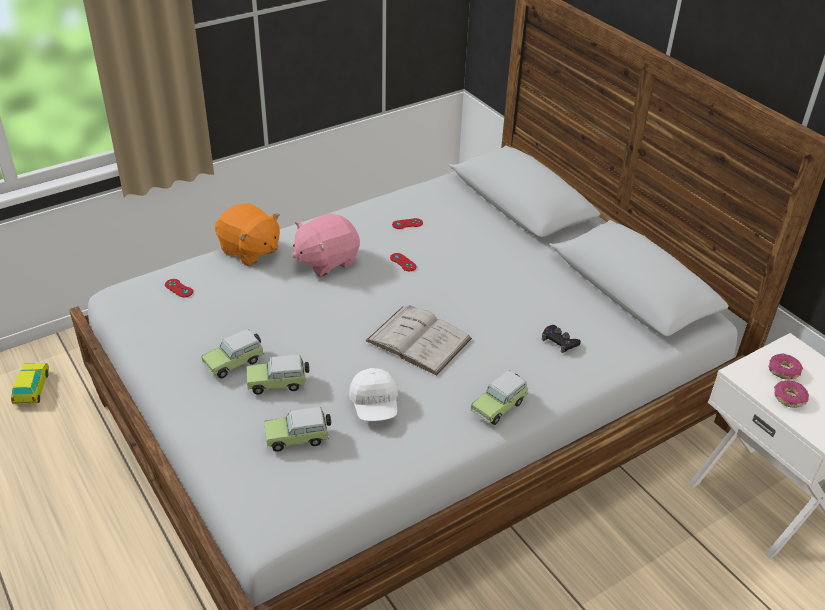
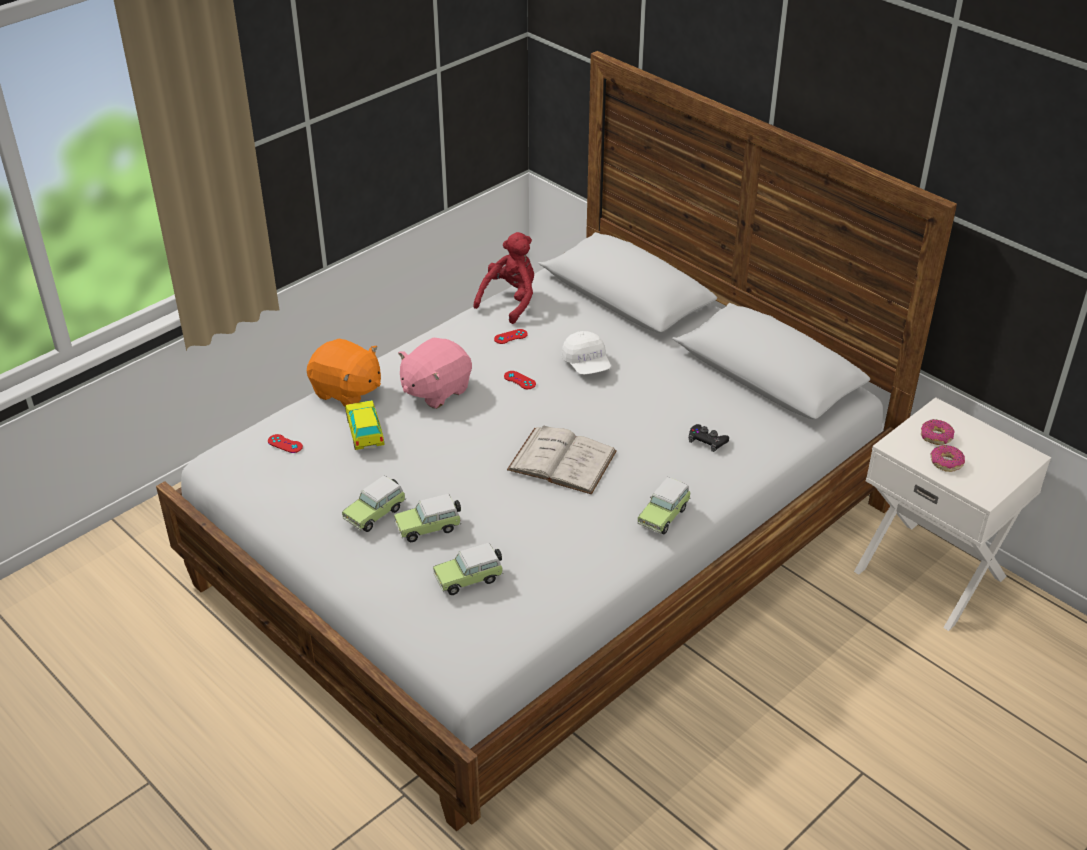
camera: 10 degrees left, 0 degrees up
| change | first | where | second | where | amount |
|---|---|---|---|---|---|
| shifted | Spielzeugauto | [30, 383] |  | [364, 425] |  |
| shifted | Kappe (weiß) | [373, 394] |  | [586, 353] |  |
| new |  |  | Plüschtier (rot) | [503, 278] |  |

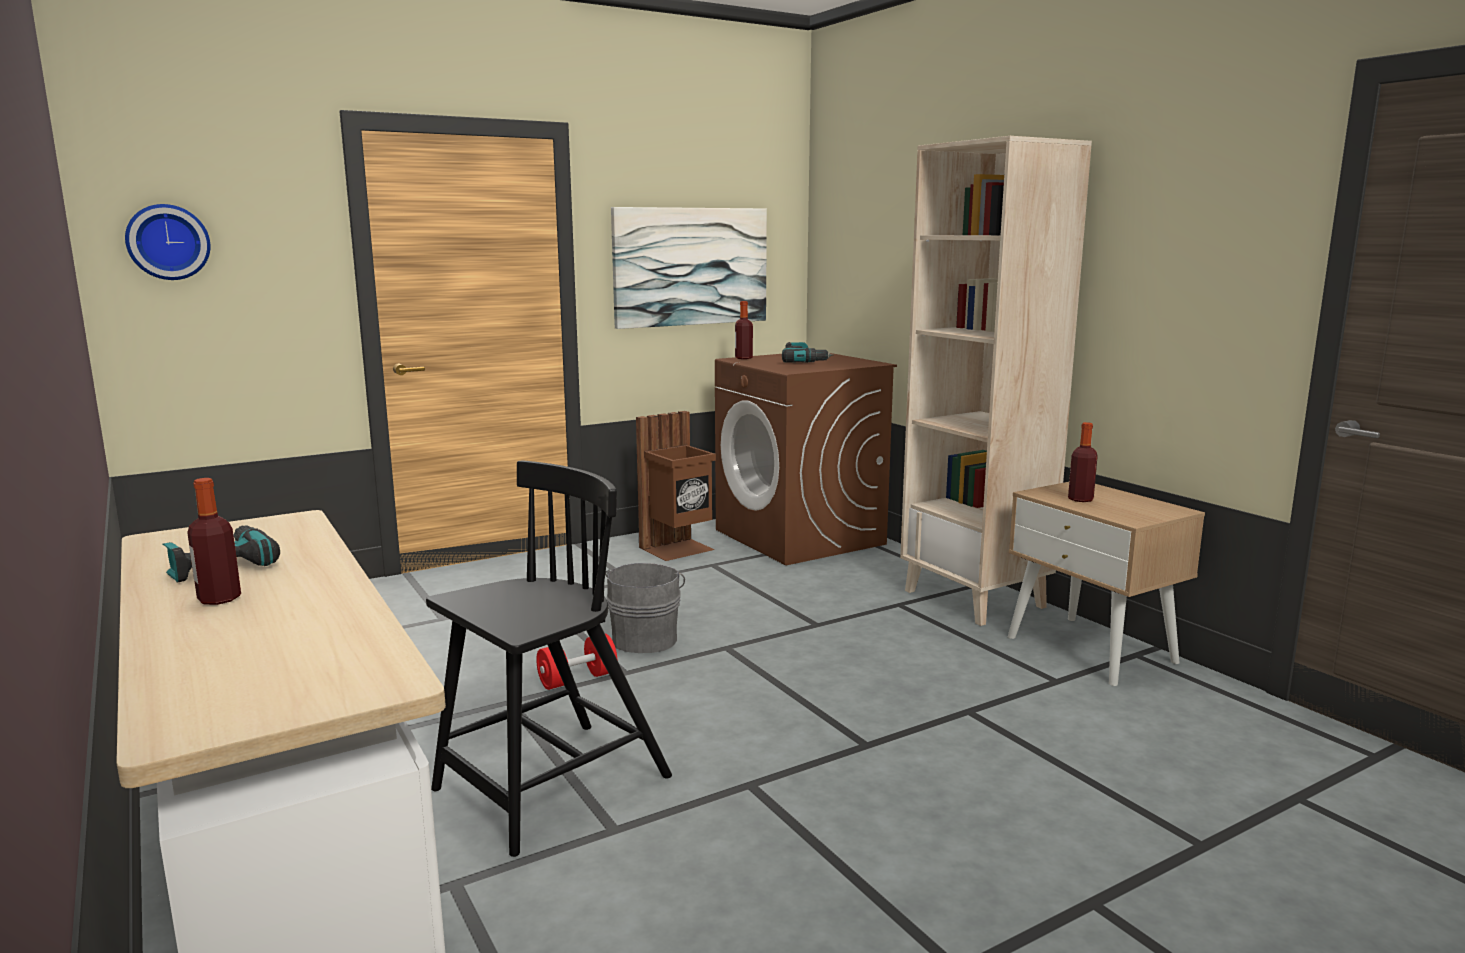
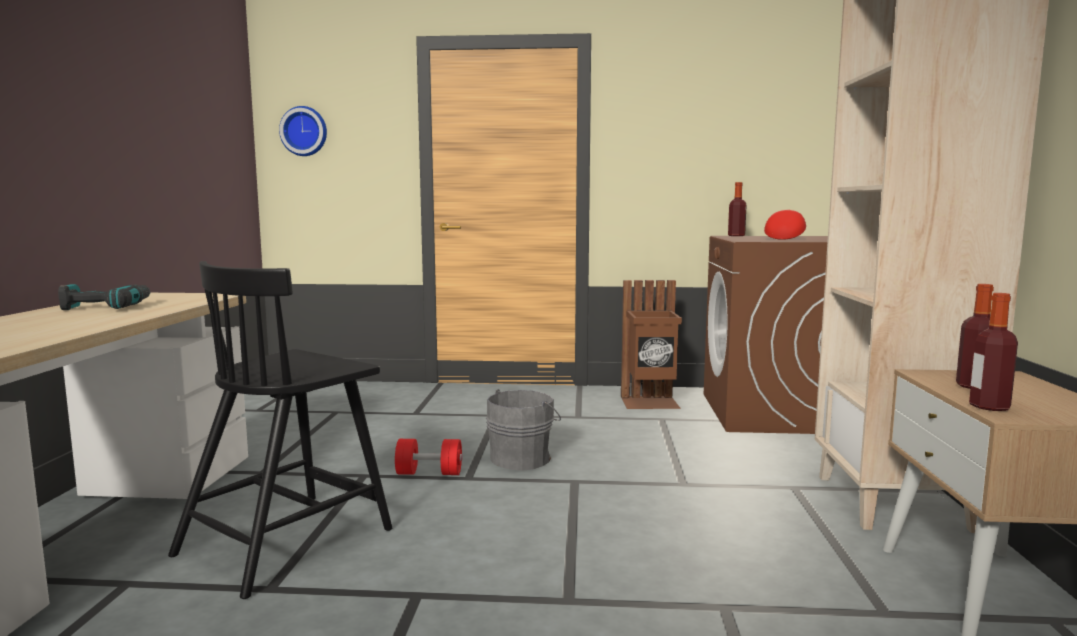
camera: 35 degrees right, 5 degrees down
| change | first | where | second | where | amount |
|---|---|---|---|---|---|
| shifted | Flasche | [214, 541] |  | [993, 352] |  |
| rotated | Stuhl (schwarz) | [549, 658] |  | [280, 430] | 135 degrees clockwise |
| gone | Bild | [689, 268] |  |  |  |
| swapped | Bohrmaschine | [807, 352] | Kappe (rot) | [785, 225] |  |

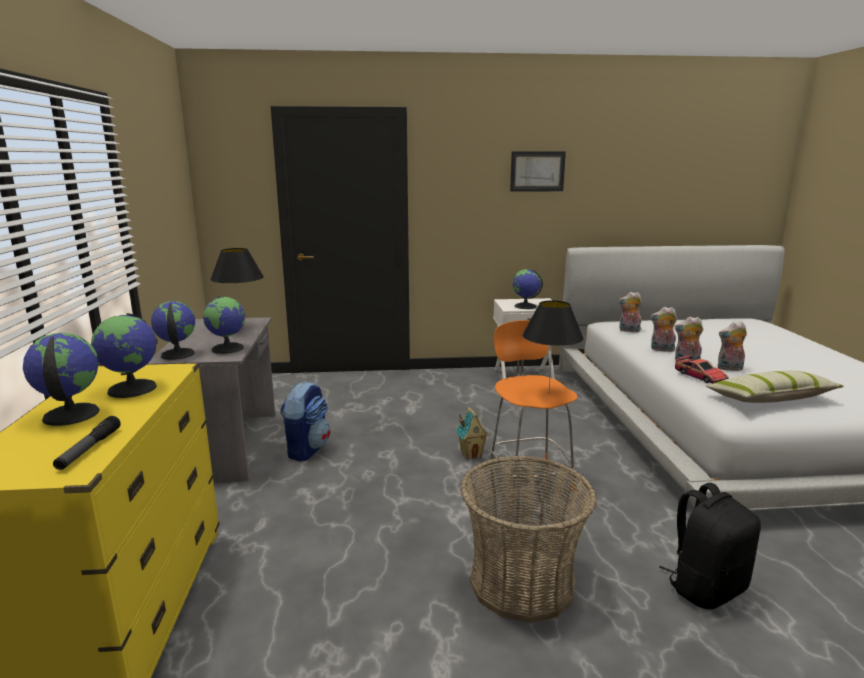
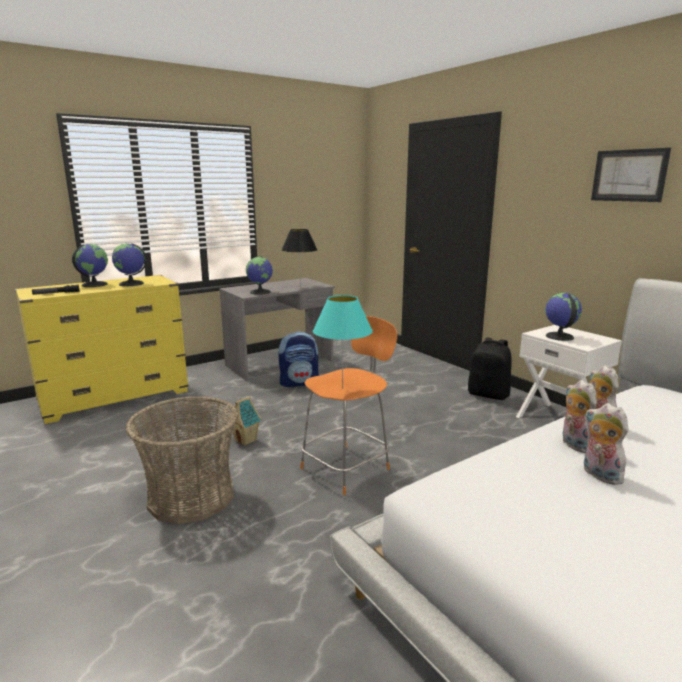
camera: 60 degrees right, 0 degrees up
| change | first | where | second | where | amount |
|---|---|---|---|---|---|
| gone | Globus | [173, 330] |  |  |  |
| shifted | Spielzeughaus | [472, 433] |  | [244, 421] |  |
| repainted | Tischlampe (schwarz) | [553, 347] | Tischlampe (türkis) | [343, 342] |  |
| gone | Plüschtier | [630, 312] |  |  |  |
| shifted | Rucksack (schwarz) | [710, 546] |  | [490, 369] |  |
| gone | Spielzeugauto | [702, 370] |  |  |  |
| gone | Kissen | [775, 387] |  |  |  |

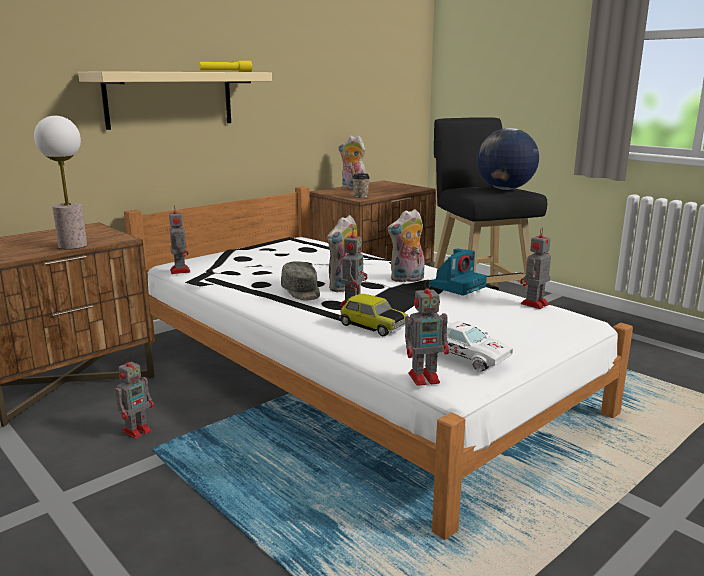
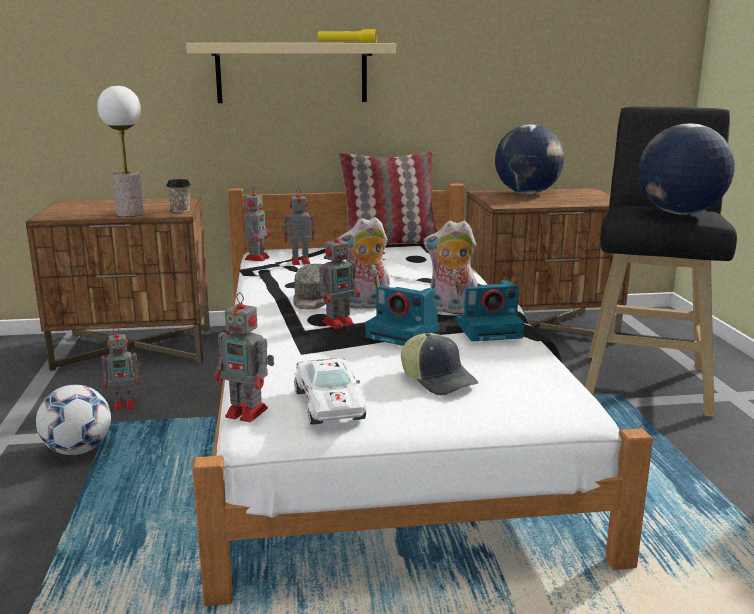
camera: 35 degrees right, 0 degrees up
| change | first | where | second | where | amount |
|---|---|---|---|---|---|
| swapped | Plüschtier | [352, 162] | Globus | [529, 159] |  |
| gone | Spielzeugauto | [373, 315] |  |  |  |
| shifted | Tasse | [361, 185] |  | [178, 195] |  |
| shifted | Spielzeugroboter | [535, 268] |  | [298, 226] |  |
| new |  |  | Fußball | [73, 420] |  |
| new |  |  | Kissen | [388, 197] |  |
| new |  |  | Kamera | [402, 316] |  |
| new |  |  | Kappe | [439, 364] |  |

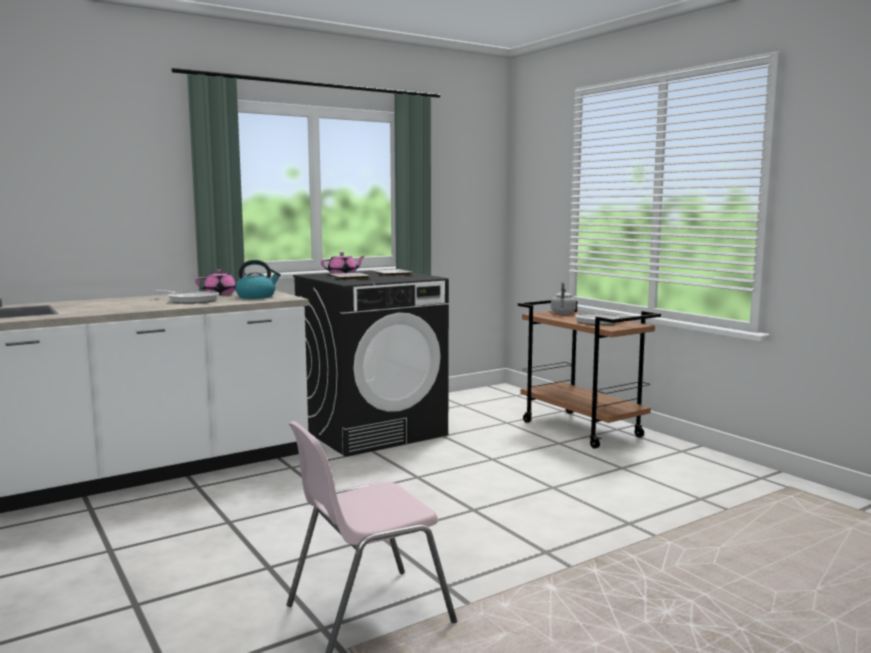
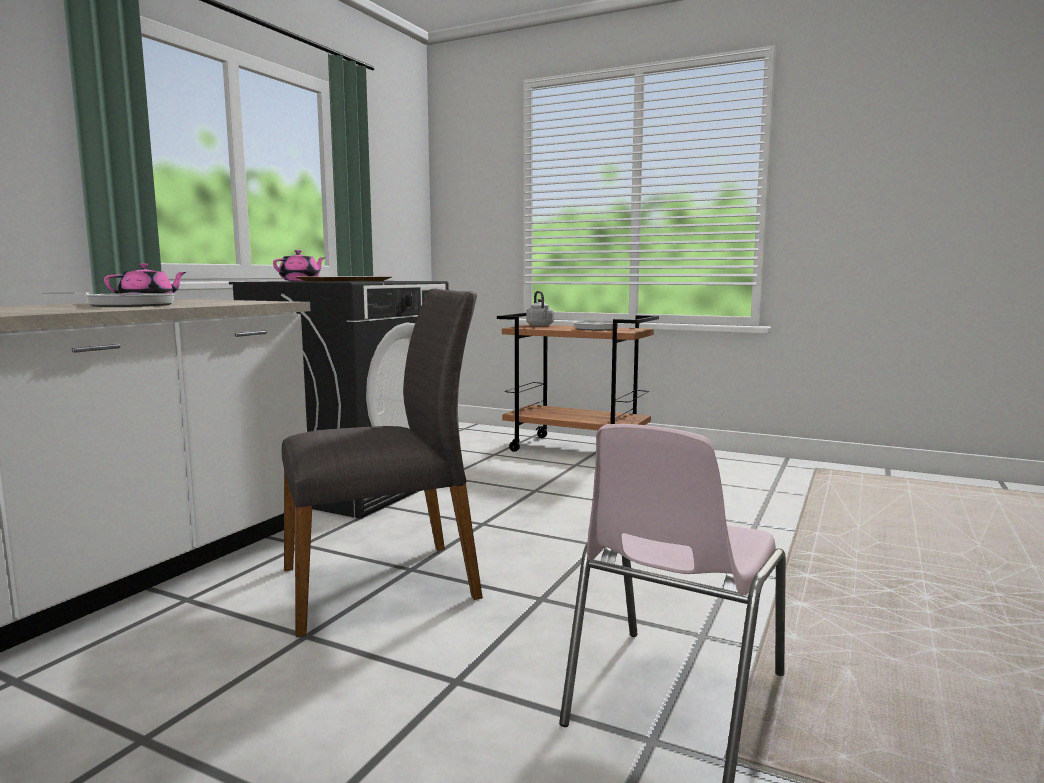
camera: 30 degrees left, 0 degrees up
| change | first | where | second | where | amount |
|---|---|---|---|---|---|
| gone | Wasserkessel | [258, 279] |  |  |  |
| new |  |  | Stuhl (grau) | [382, 463] |  |

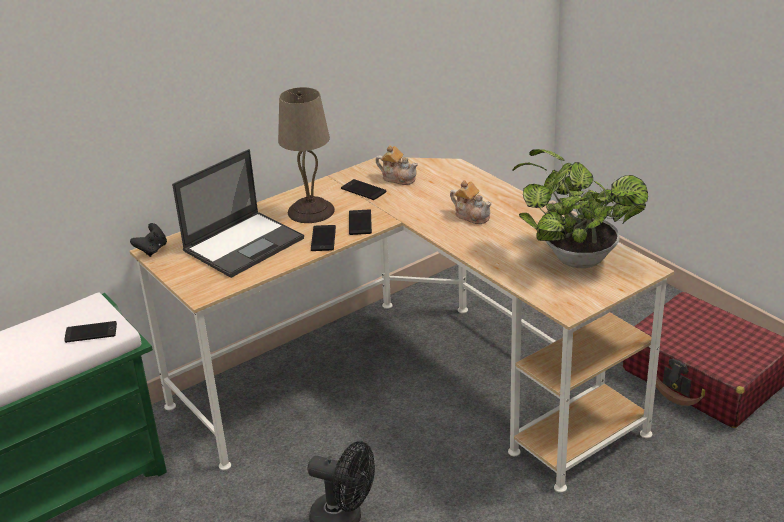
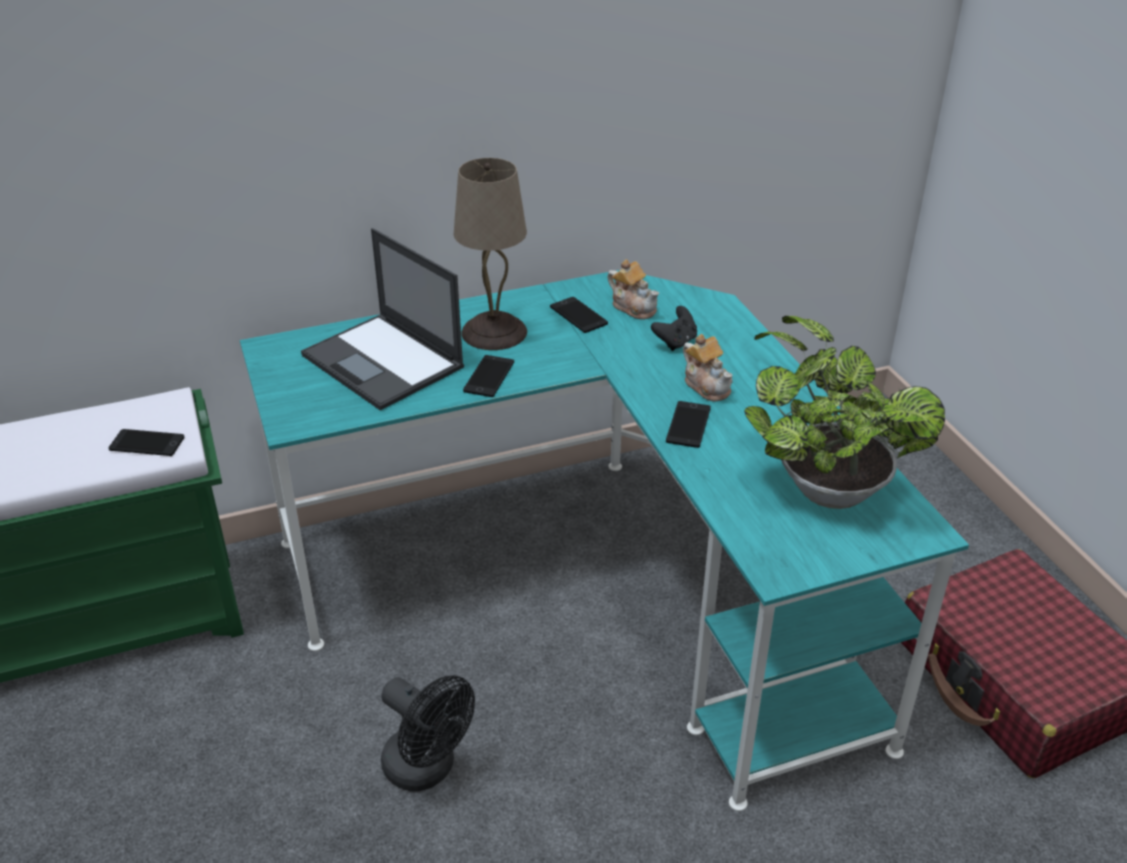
camera: 15 degrees right, 5 degrees up
| change | first | where | second | where | amount |
|---|---|---|---|---|---|
| repainted | Schreibtisch (beige) | [402, 325] | Schreibtisch (türkis) | [604, 540] |  |
| shifted | Gamepad (schwarz) | [148, 240] |  | [674, 328] |  |
| rotated | Laptop | [238, 213] |  | [382, 319] | 75 degrees clockwise |
| shifted | Handy | [360, 222] |  | [688, 424] |  |

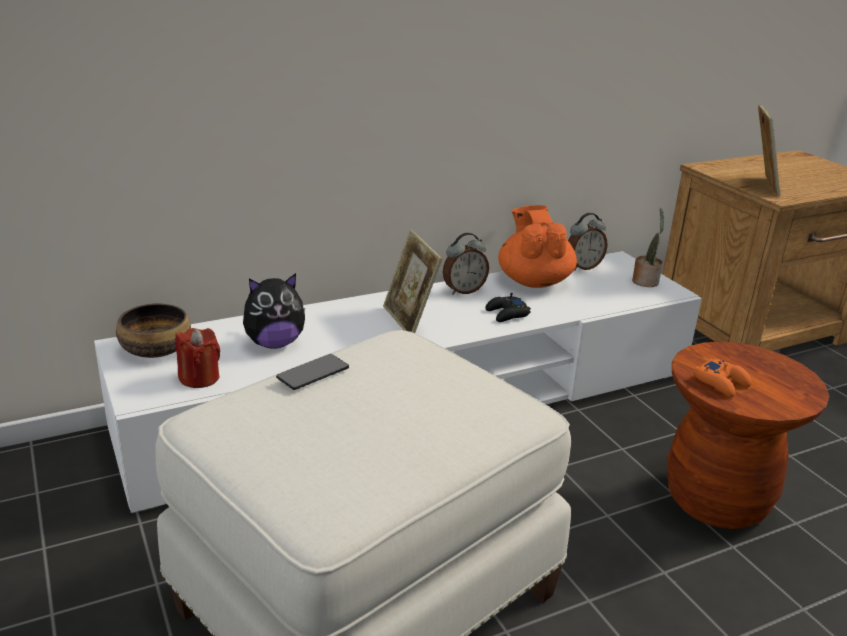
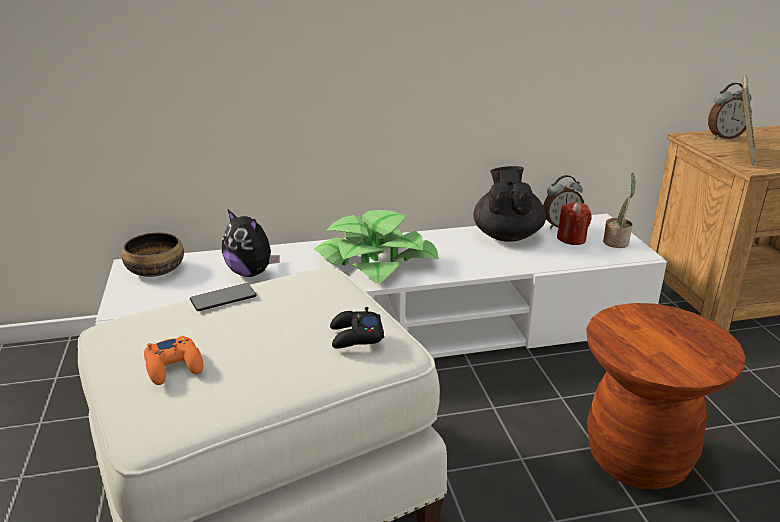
camera: 15 degrees right, 0 degrees up
| change | first | where | second | where | amount |
|---|---|---|---|---|---|
| shifted | Kerze (rot) | [197, 358] |  | [574, 223] |  |
| rotated | Plüschtier | [274, 311] |  | [251, 243] | 45 degrees clockwise |
| swapped | Bilderrahmen | [412, 281] | Topfpflanze | [376, 247] |  |
| shifted | Wecker | [466, 264] |  | [730, 111] |  |
| shifted | Gamepad (schwarz) | [508, 307] |  | [357, 328] |  |
| repainted | Teekanne (orange) | [537, 246] | Teekanne (schwarz) | [510, 204] |  |
| shifted | Gamepad (orange) | [722, 378] |  | [173, 360] |  |

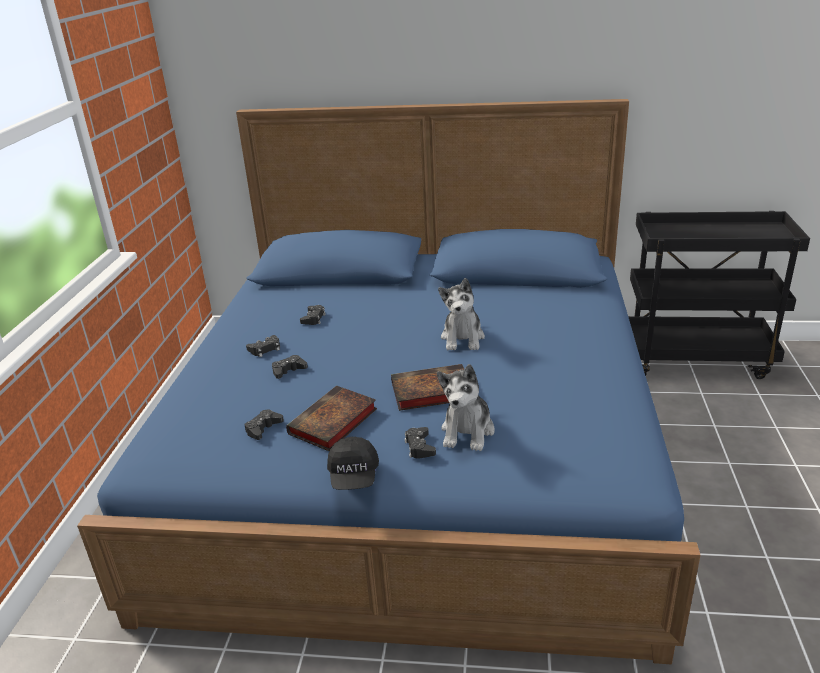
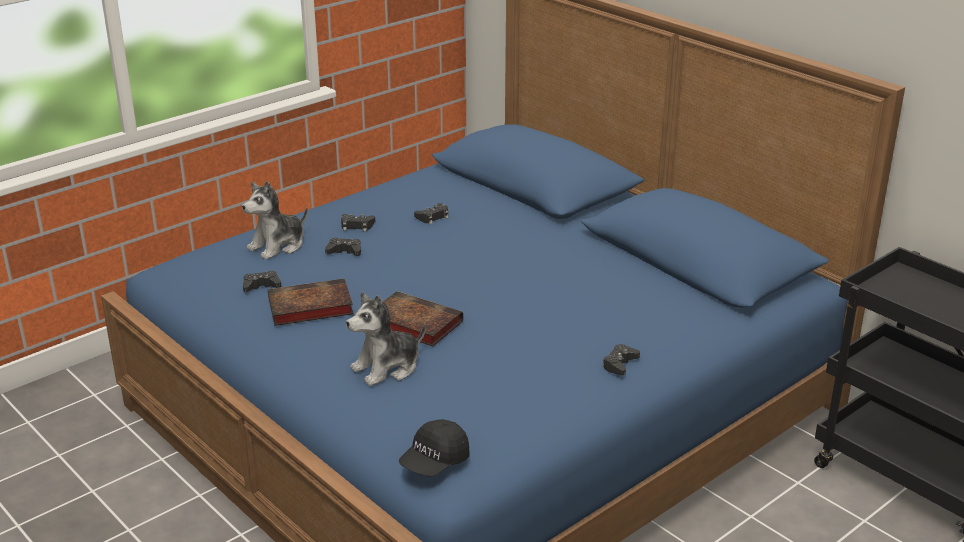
camera: 40 degrees right, 0 degrees up
| change | first | where | second | where | amount |
|---|---|---|---|---|---|
| shifted | Kappe (schwarz) | [353, 463] |  | [434, 448] |  |
| shifted | Gamepad (schwarz) | [420, 443] |  | [621, 359] |  |
| shifted | Plüschtier | [461, 314] |  | [275, 220] |  |

